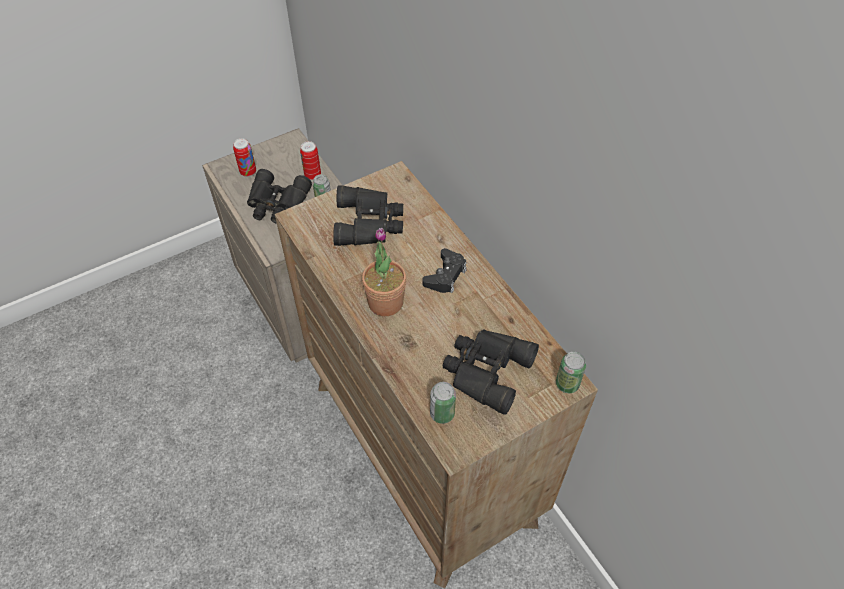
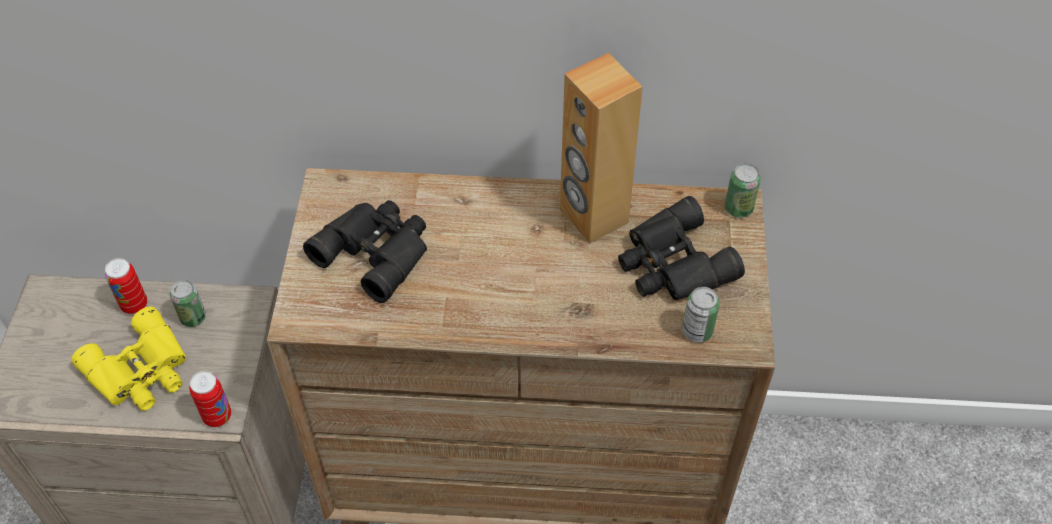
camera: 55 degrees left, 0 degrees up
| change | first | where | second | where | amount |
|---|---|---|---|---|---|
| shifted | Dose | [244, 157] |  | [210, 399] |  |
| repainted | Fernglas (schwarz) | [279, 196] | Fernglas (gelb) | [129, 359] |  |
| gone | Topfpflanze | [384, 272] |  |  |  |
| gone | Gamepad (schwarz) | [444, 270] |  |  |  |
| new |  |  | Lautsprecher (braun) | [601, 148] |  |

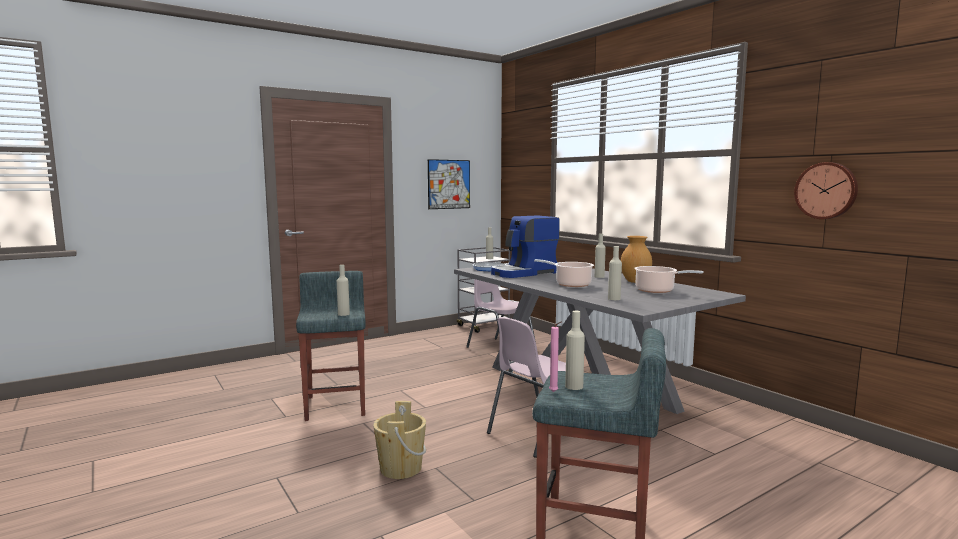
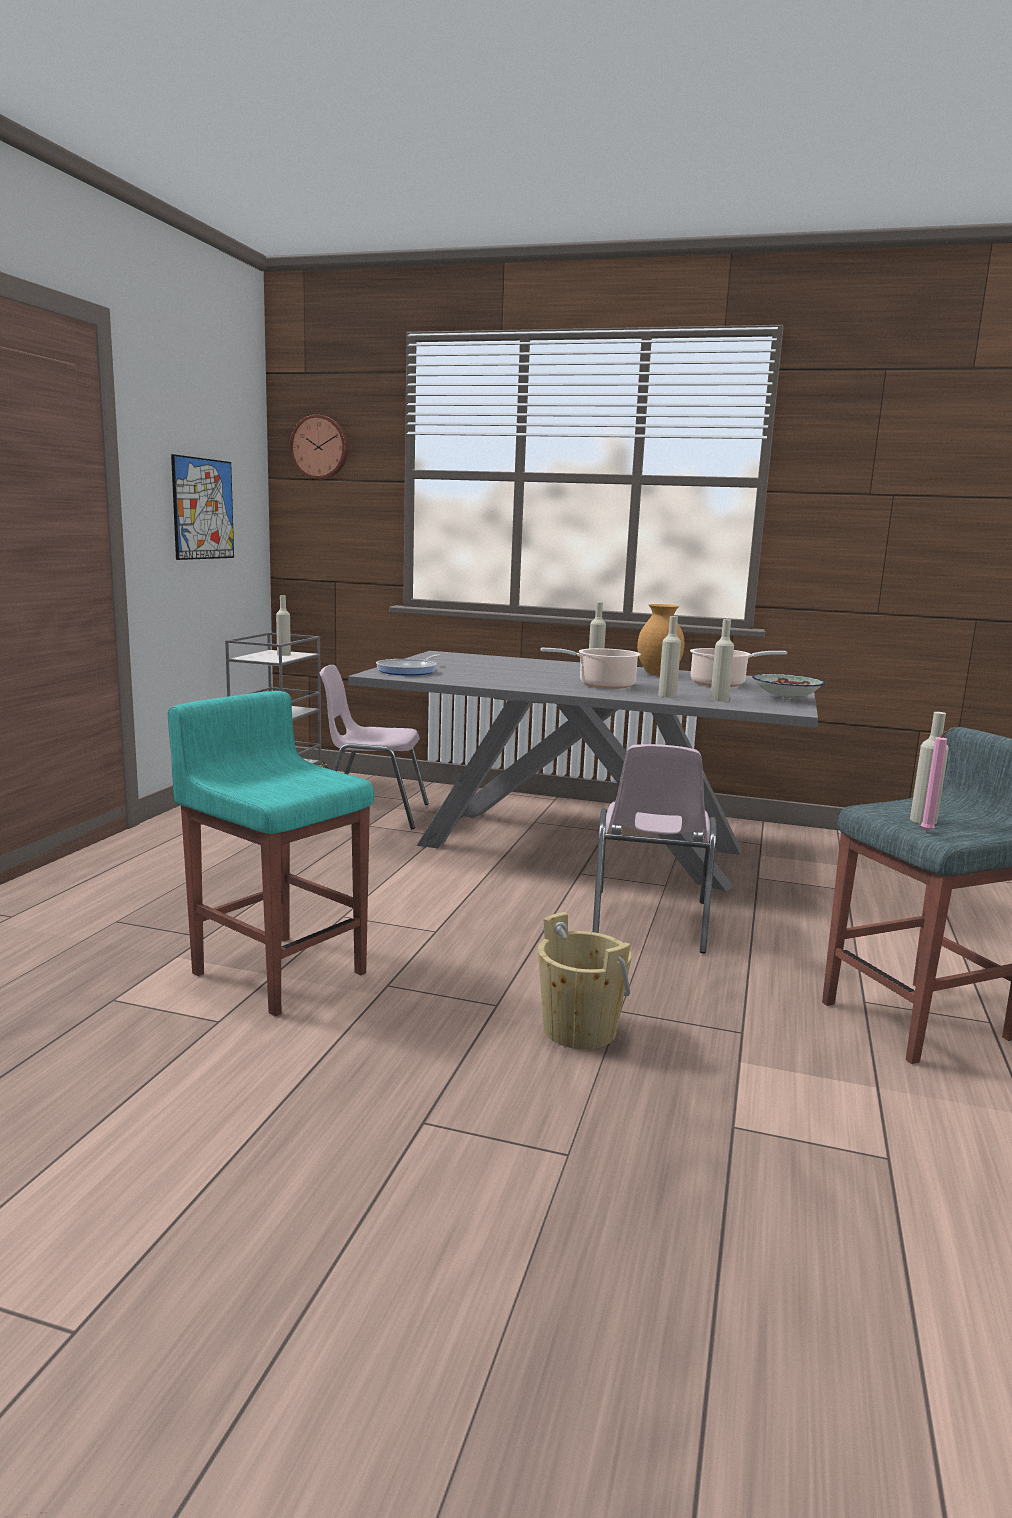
camera: 40 degrees left, 5 degrees up
| change | first | where | second | where | amount |
|---|---|---|---|---|---|
| repainted | Hocker (grau) | [331, 346] | Hocker (türkis) | [271, 853] |  |
| shifted | Flasche (beige) | [343, 290] |  | [669, 656] |  |
| gone | Kaffeemaschine | [525, 246] |  |  |  |
| shifted | Wanduhr | [826, 190] |  | [319, 447] |  |
| new |  |  | Schüssel | [789, 687] |  |

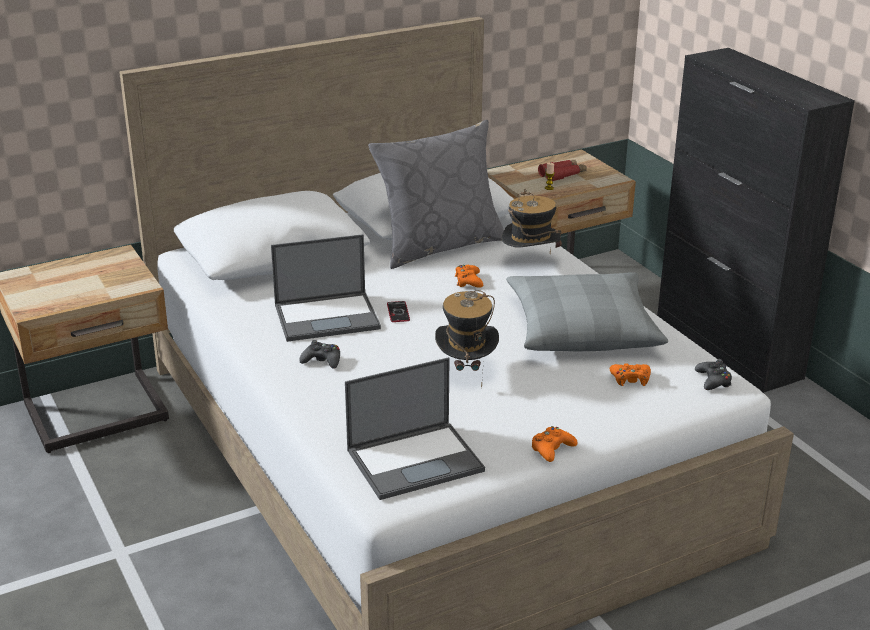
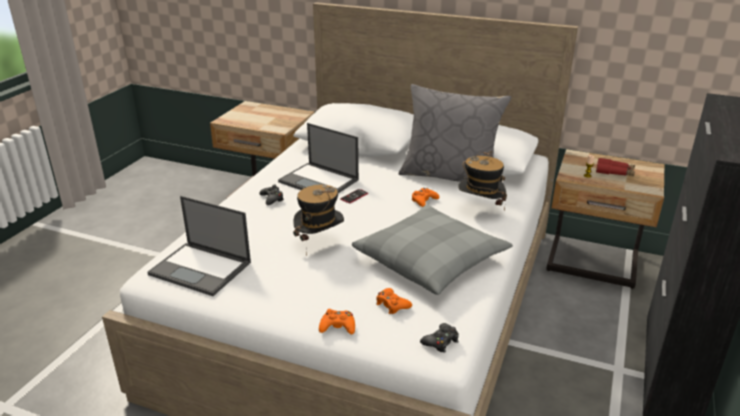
camera: 50 degrees right, 0 degrees up
| change | first | where | second | where | amount |
|---|---|---|---|---|---|
| shifted | Gamepad (orange) | [554, 444] |  | [337, 321] |  |

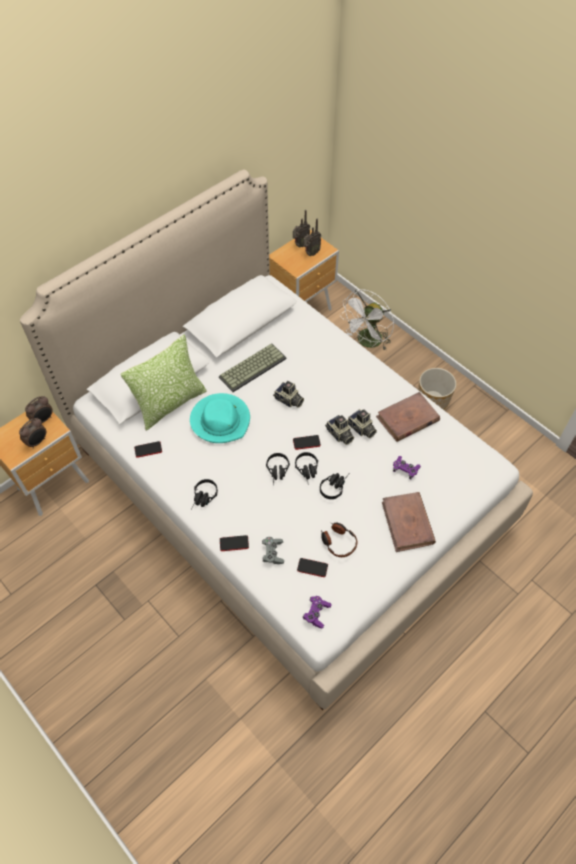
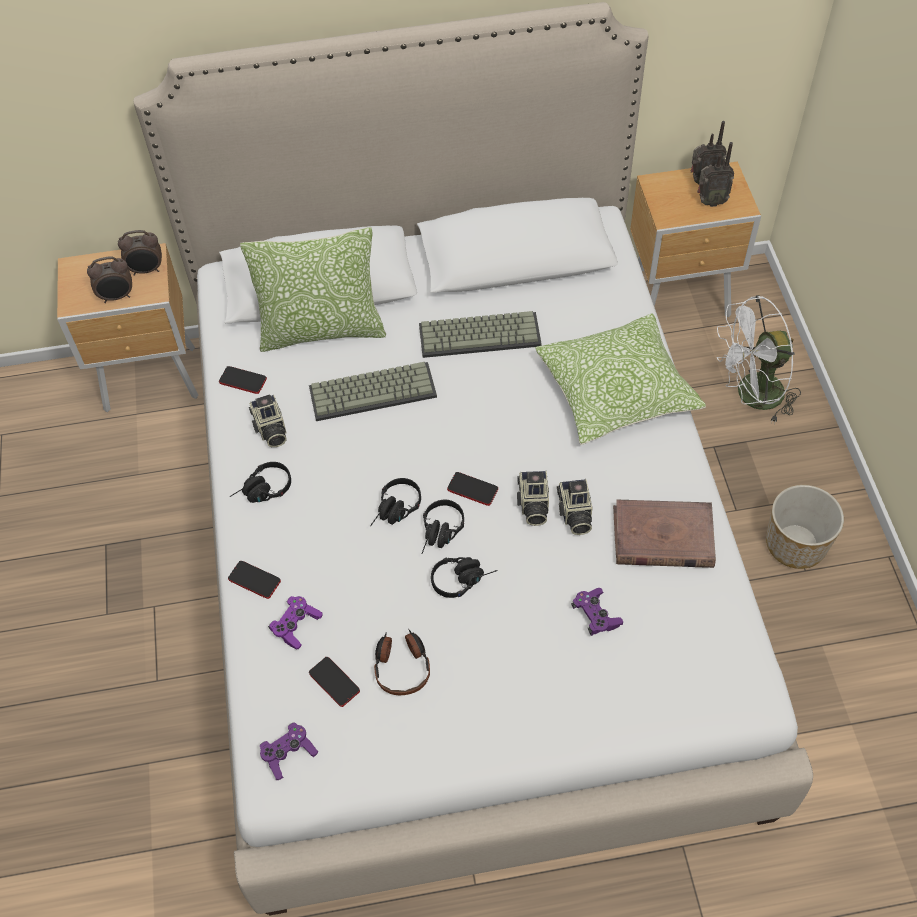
camera: 35 degrees right, 0 degrees up
| change | first | where | second | where | amount |
|---|---|---|---|---|---|
| swapped | Hut (türkis) | [220, 418] | Tastatur | [373, 391] |  |
| repainted | Gamepad (grau) | [273, 550] | Gamepad (lila) | [295, 623] |  |
| shifted | Kamera | [288, 394] |  | [268, 420] |  |
| gone | Buch (braun) | [409, 522] |  |  |  |
| new |  |  | Kissen | [620, 379] |  |

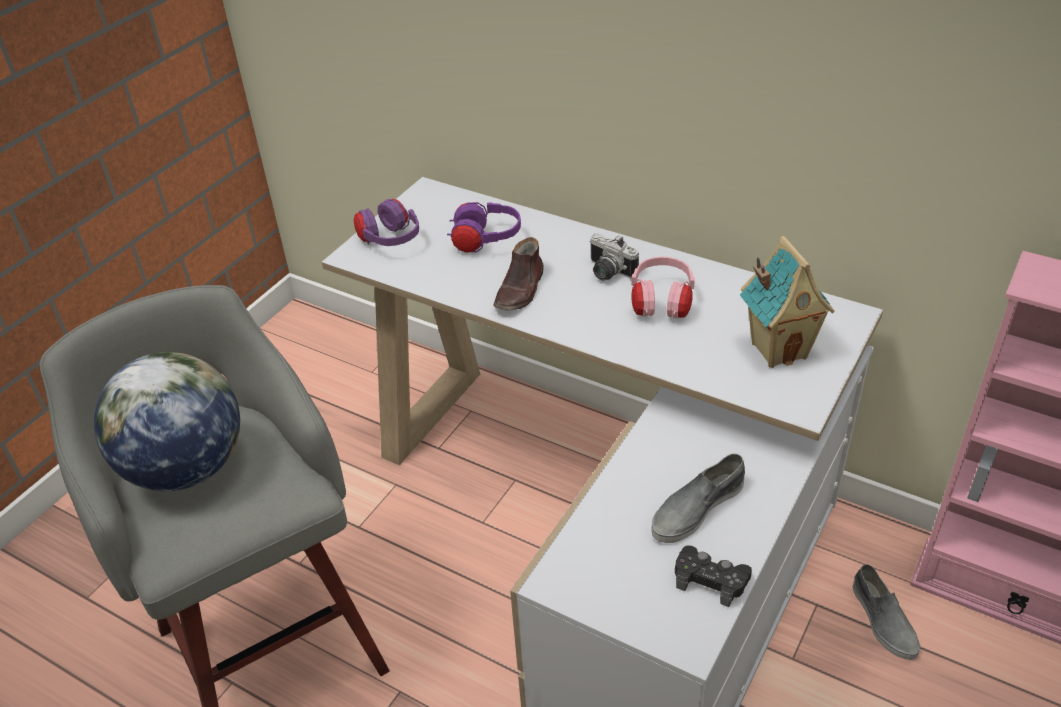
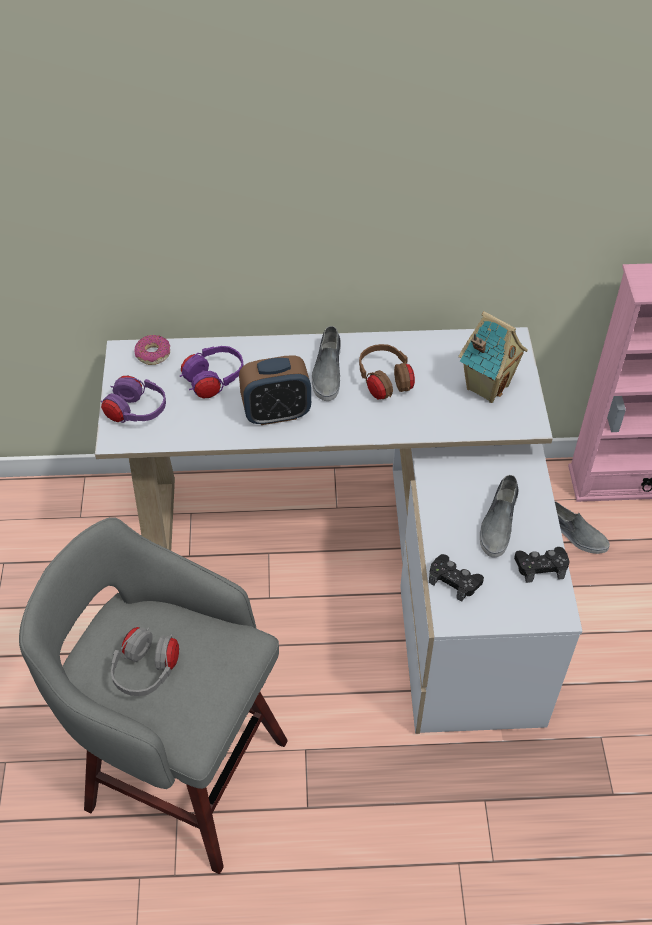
camera: 35 degrees left, 10 degrees up
| change | first | where | second | where | amount |
|---|---|---|---|---|---|
| swapped | Globus | [167, 422] | Kopfhörer (grau) | [145, 661] |  |
| swapped | Schuh (braun) | [518, 274] | Wecker | [275, 390] |  |
| swapped | Kamera | [614, 257] | Schuh (grau) | [326, 363] |  |
| repainted | Kopfhörer (rosa) | [663, 288] | Kopfhörer (braun) | [387, 371] |  |
| new |  |  | Donut | [152, 350] |  |
| new |  |  | Gamepad (schwarz) | [456, 578] |  |

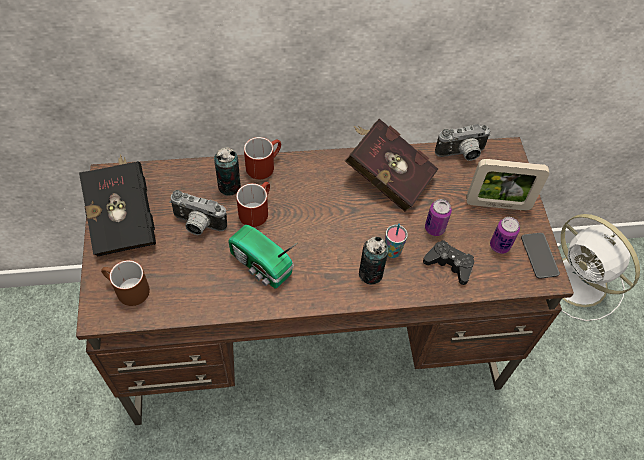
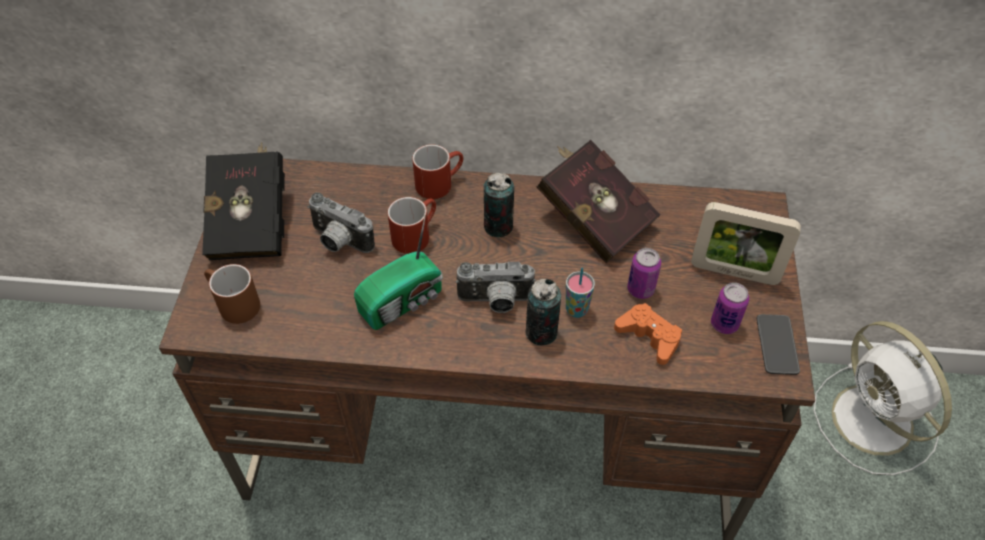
camera: 15 degrees right, 5 degrees down
| change | first | where | second | where | amount |
|---|---|---|---|---|---|
| shifted | Dose | [227, 171] |  | [499, 205] |  |
| rotated | Radio | [262, 257] |  | [398, 272] | 90 degrees counterclockwise |
| repainted | Gamepad (schwarz) | [448, 262] | Gamepad (orange) | [648, 334] |  |
| shifted | Kamera | [463, 142] |  | [496, 287] |  |

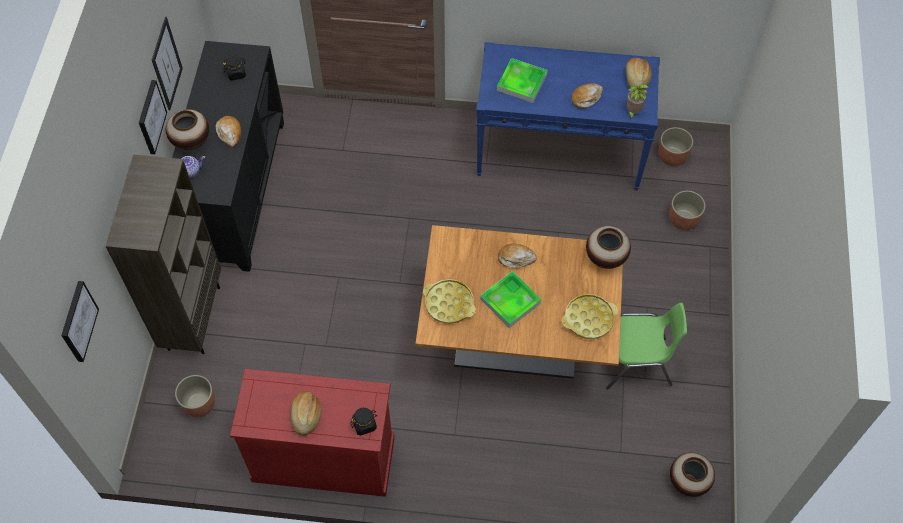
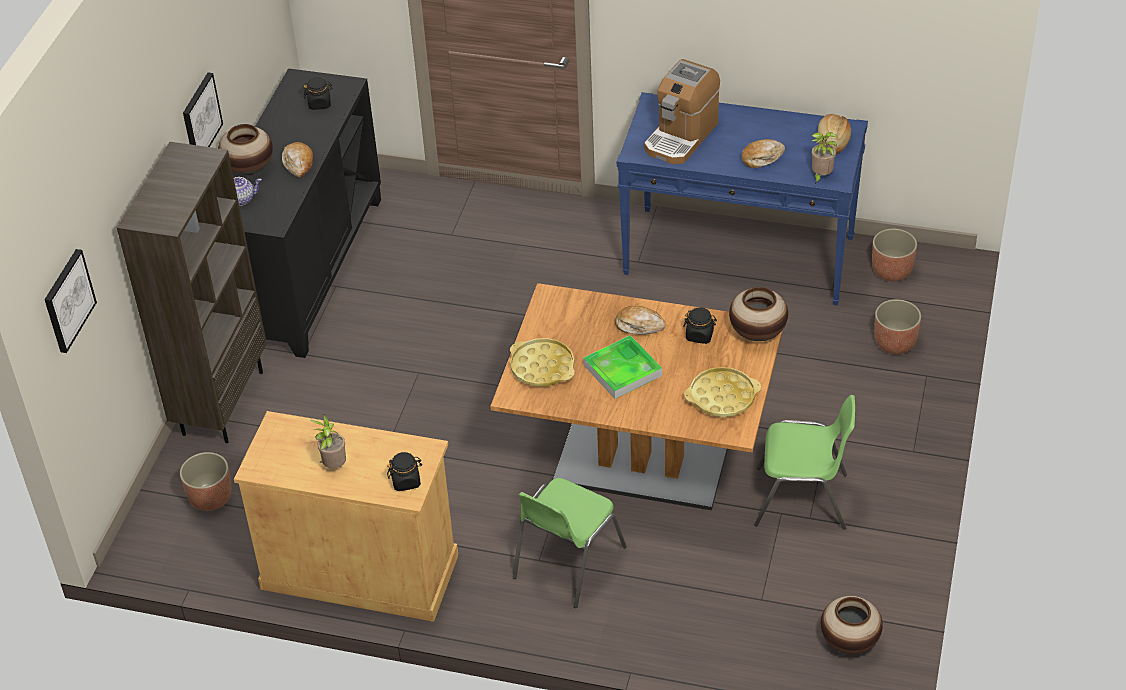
camera: 10 degrees right, 15 degrees down
| change | first | where | second | where | amount |
|---|---|---|---|---|---|
| gone | Bild | [167, 63] |  |  |  |
| repainted | Schrank (rot) | [312, 433] | Schrank (beige) | [346, 516] |  |
| swapped | Brot | [306, 413] | Topfpflanze | [328, 441] |  |
| swapped | Tablett | [522, 80] | Kaffeemaschine | [682, 111] |  |
| new |  |  | Stuhl (grün) | [570, 543] |  |
| new |  |  | Vorratsglas (schwarz) | [700, 325] |  |

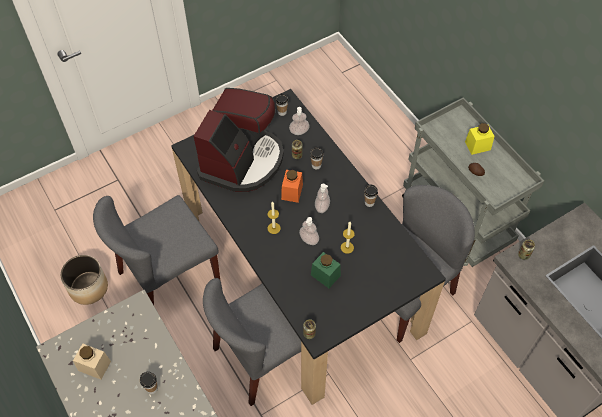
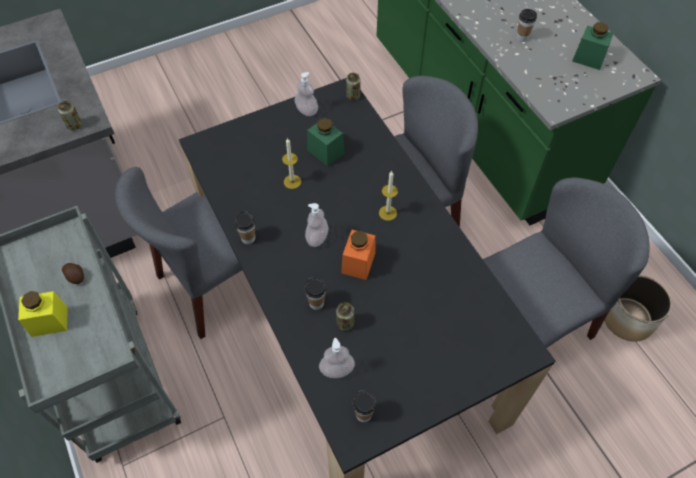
camera: 175 degrees left, 0 degrees up
| change | first | where | second | where | amount |
|---|---|---|---|---|---|
| repainted | Vorratsglas (beige) | [92, 361] | Vorratsglas (grün) | [592, 46] |  |
| gone | Kaffeemaschine | [239, 140] |  |  |  |
| shifted | Seifenspender | [309, 231] |  | [306, 94] |  |

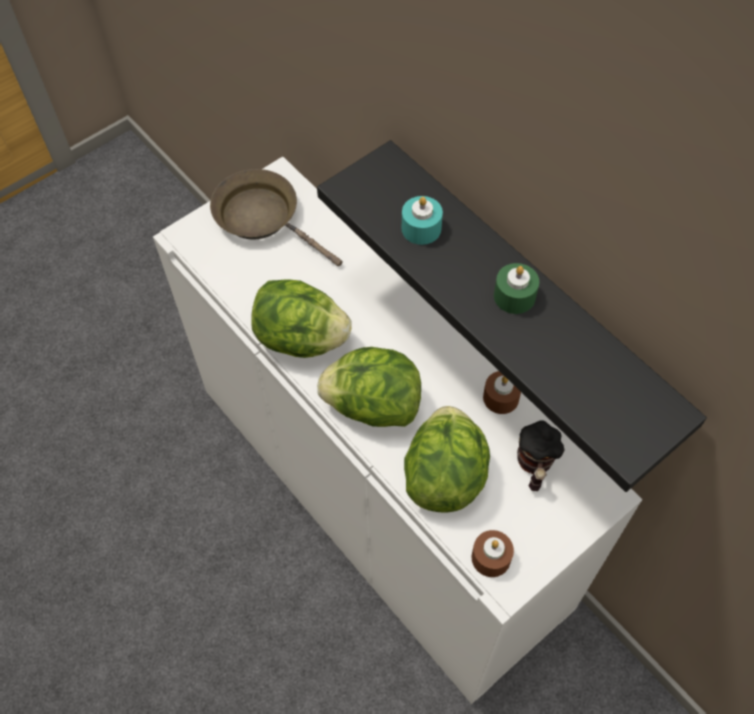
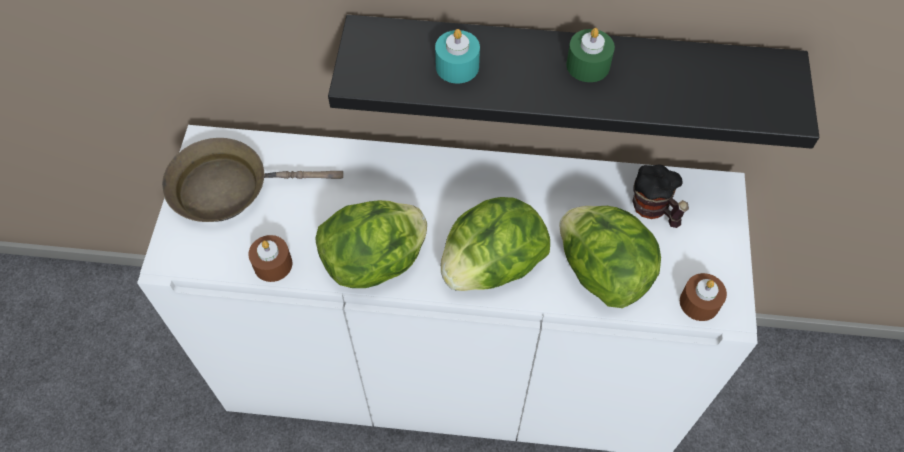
camera: 45 degrees left, 0 degrees up
| change | first | where | second | where | amount |
|---|---|---|---|---|---|
| shifted | Kerze (braun) | [502, 392] |  | [270, 258] |  |

